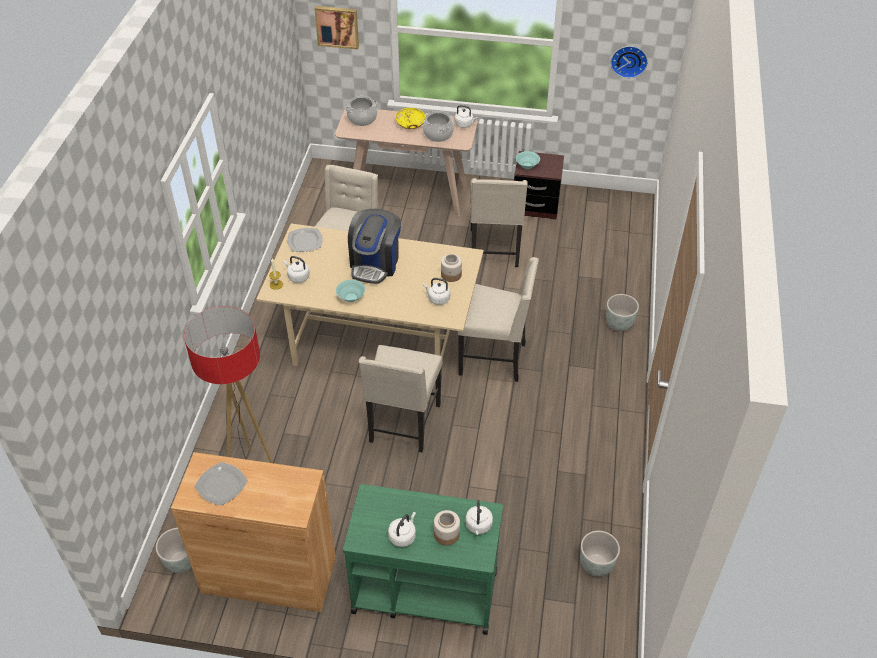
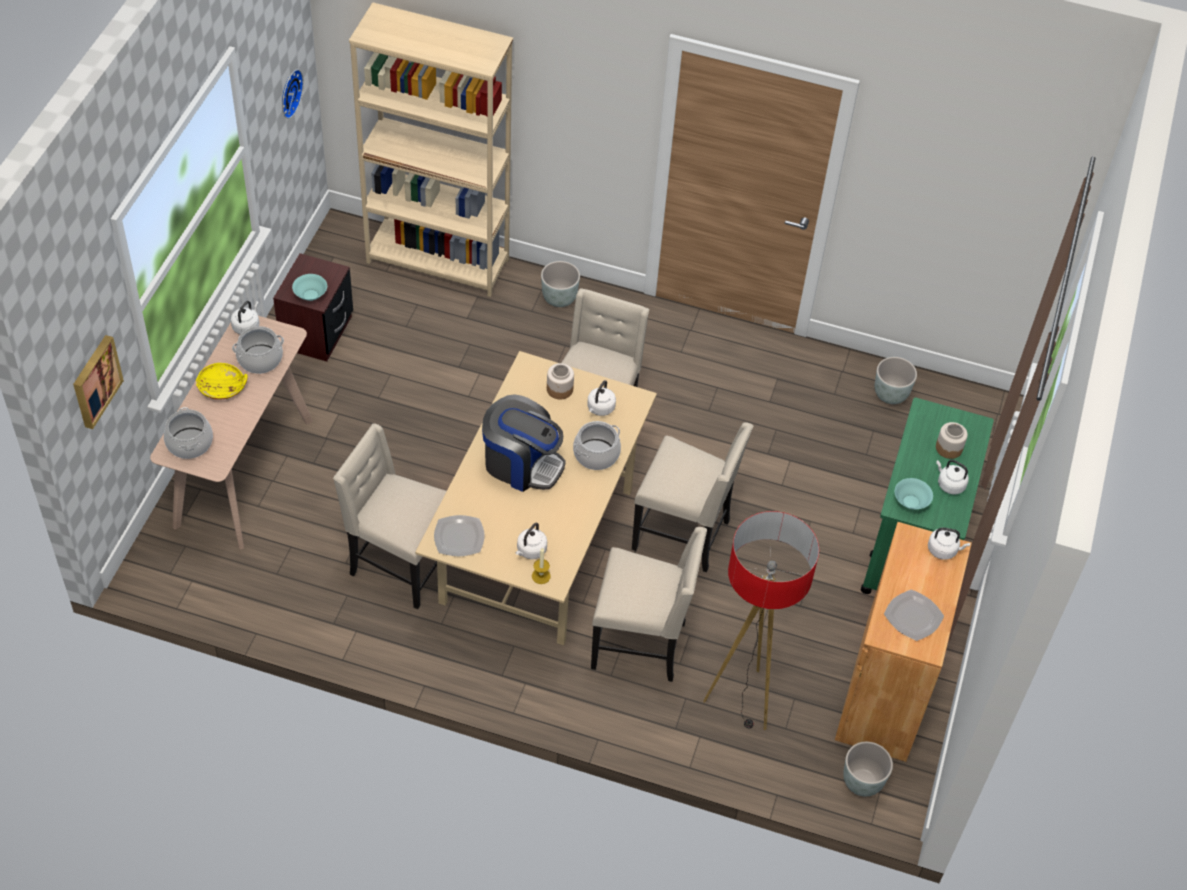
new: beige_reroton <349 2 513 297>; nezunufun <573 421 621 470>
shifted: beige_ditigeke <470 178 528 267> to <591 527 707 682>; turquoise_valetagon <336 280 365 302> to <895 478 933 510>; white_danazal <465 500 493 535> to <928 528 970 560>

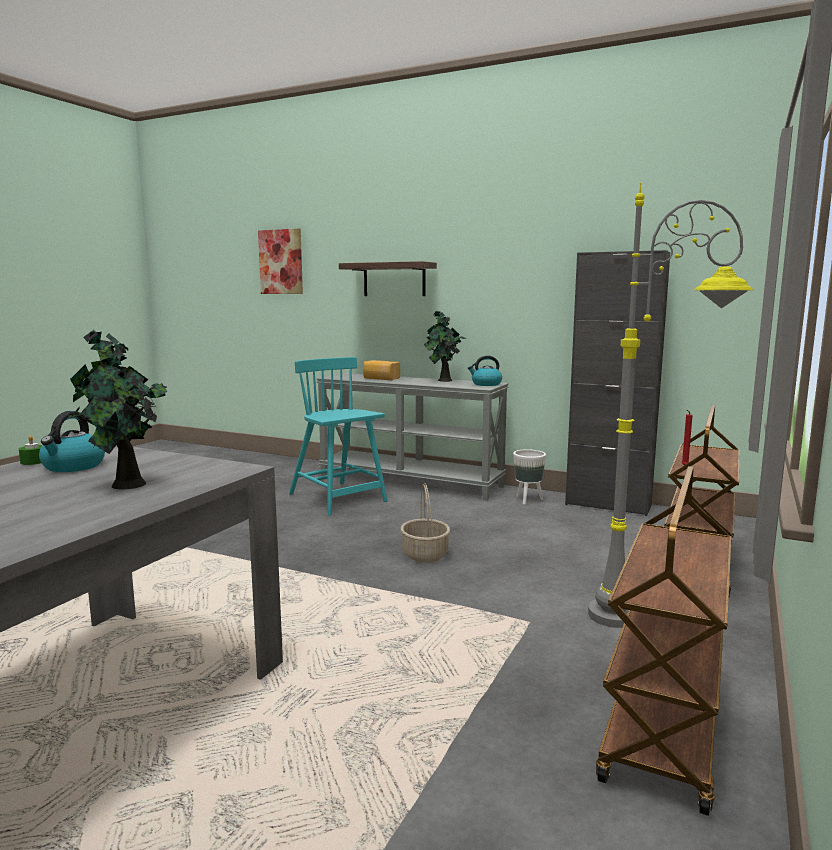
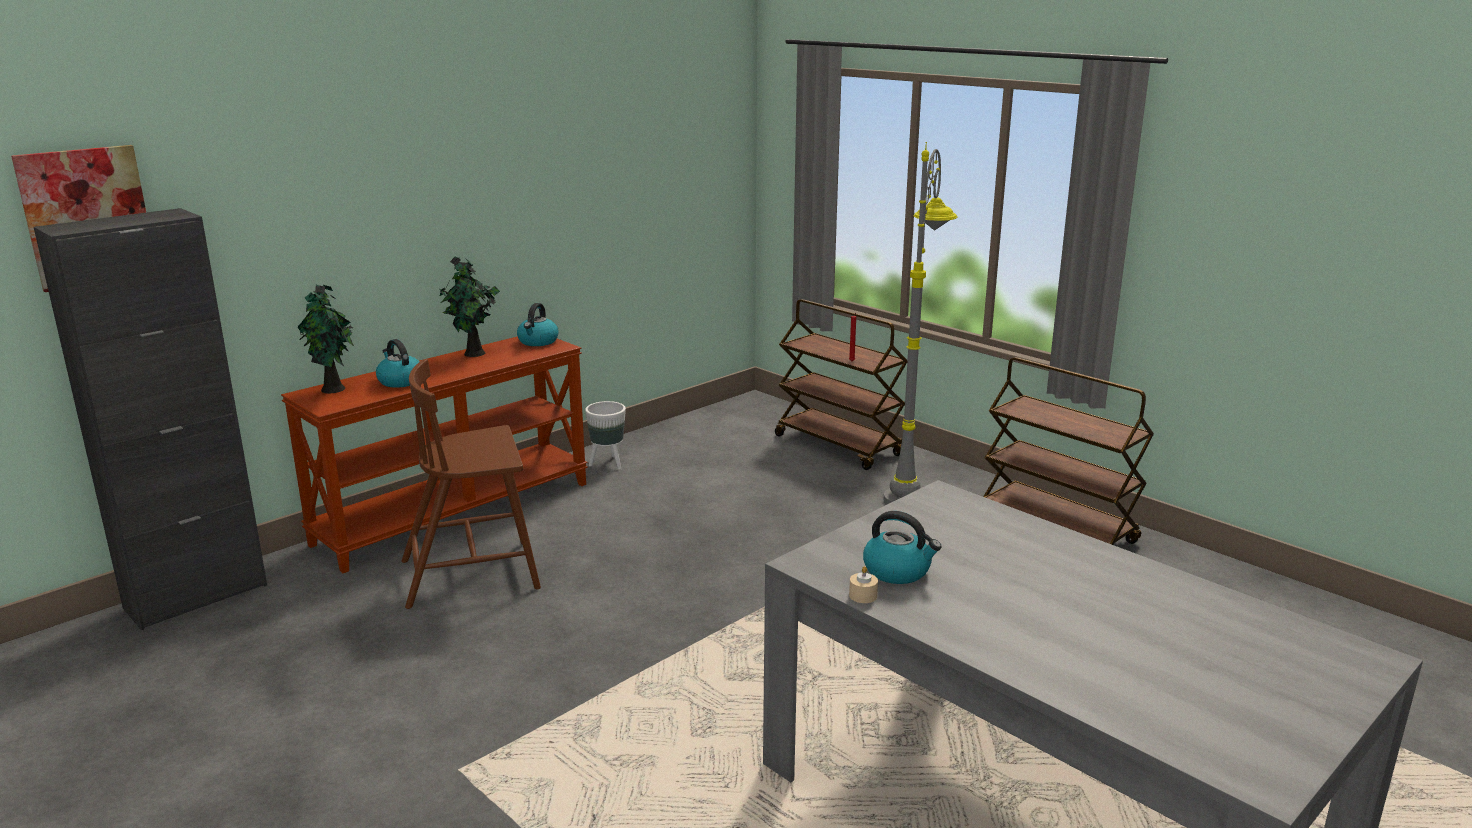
gone: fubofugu <339 261 437 296>; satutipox <401 483 450 563>
shifted: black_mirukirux <565 250 670 516> to <34 208 267 630>; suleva <69 330 167 490> to <298 285 354 393>
swapped: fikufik <363 360 400 380> to danazal <376 339 419 388>
repainted: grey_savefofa <316 373 509 501> to brown_savefofa <281 336 588 573>; turquoise_ditigeke <289 357 388 515> to brown_ditigeke <401 359 541 609>; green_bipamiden <19 435 42 465> to beige_bipamiden <849 566 878 603>

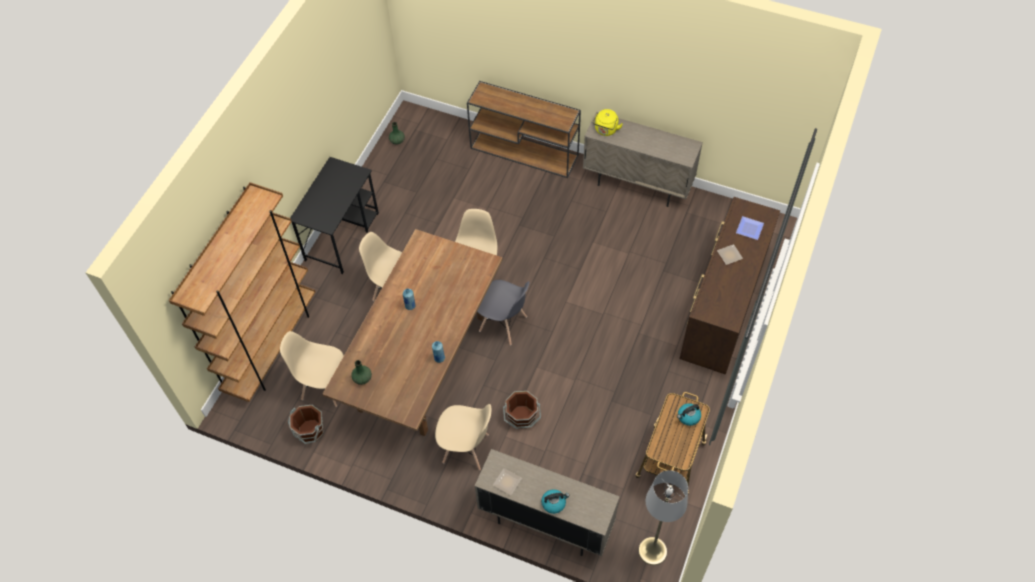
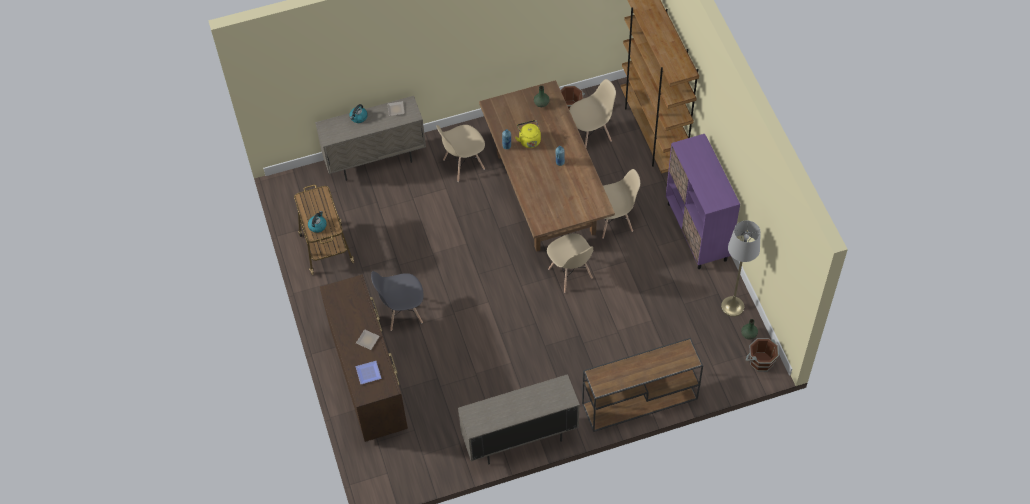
shifted: grey_ditigeke <477 280 530 345> to <371 271 424 331>; yellow_danazal <593 109 623 136> to <515 120 541 148>; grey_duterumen <638 470 688 565> to <721 221 761 317>; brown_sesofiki <503 391 541 429> to <746 338 779 372>
swapped: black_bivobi <290 157 379 274> to purple_mirukirux <666 134 740 269>

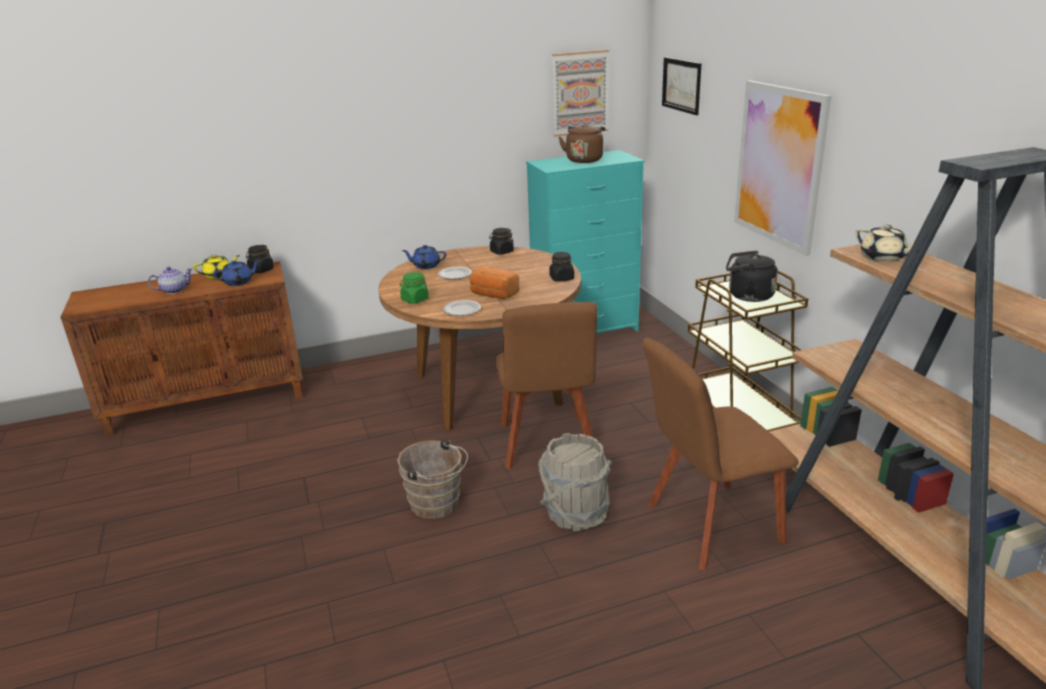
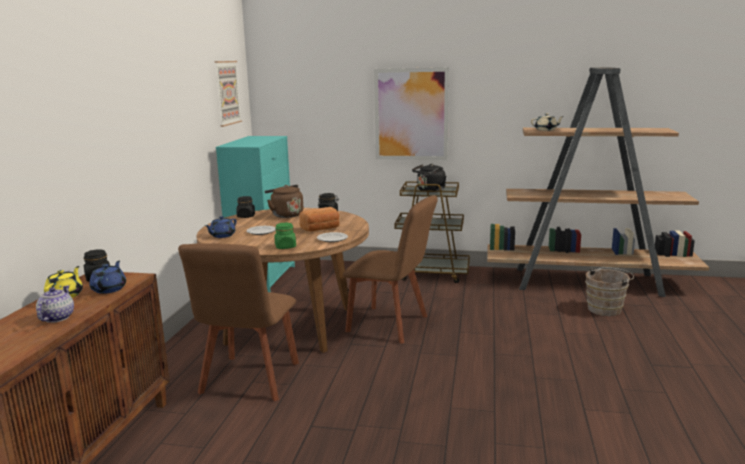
gone: grey_sesofiki <538 433 612 531>; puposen <662 57 701 115>
shifted: brown_ditigeke <642 337 799 571> to <178 243 299 401>; brown_danazal <559 124 605 163> to <265 185 303 218>; brown_sesofiki <397 439 468 519> to <585 267 634 316>

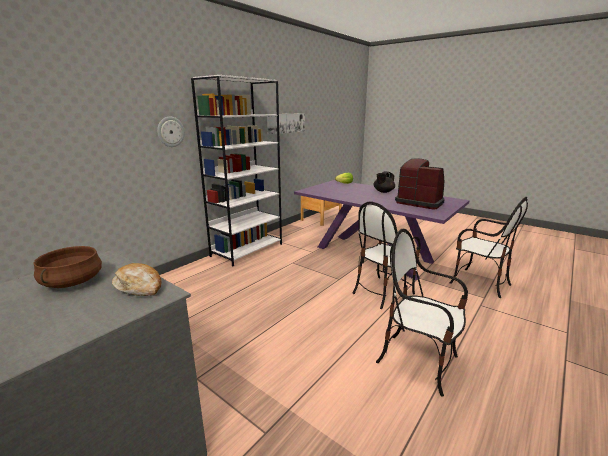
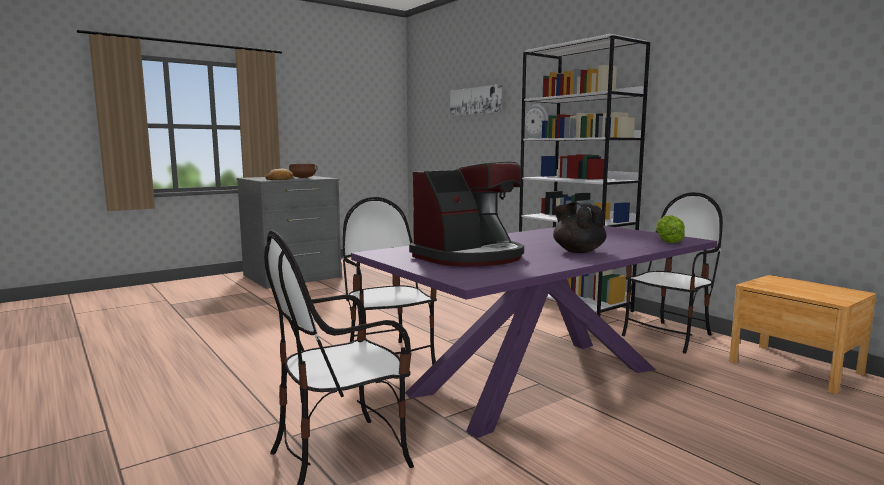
shifted: puposen <267 113 305 135> to <450 84 502 116>; ditigeke <376 229 468 397> to <622 192 723 354>

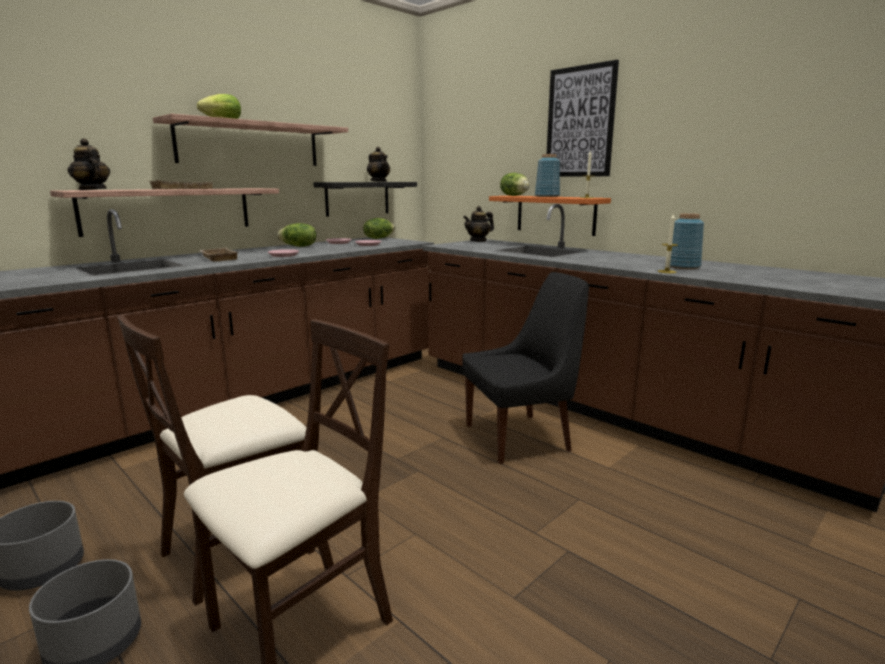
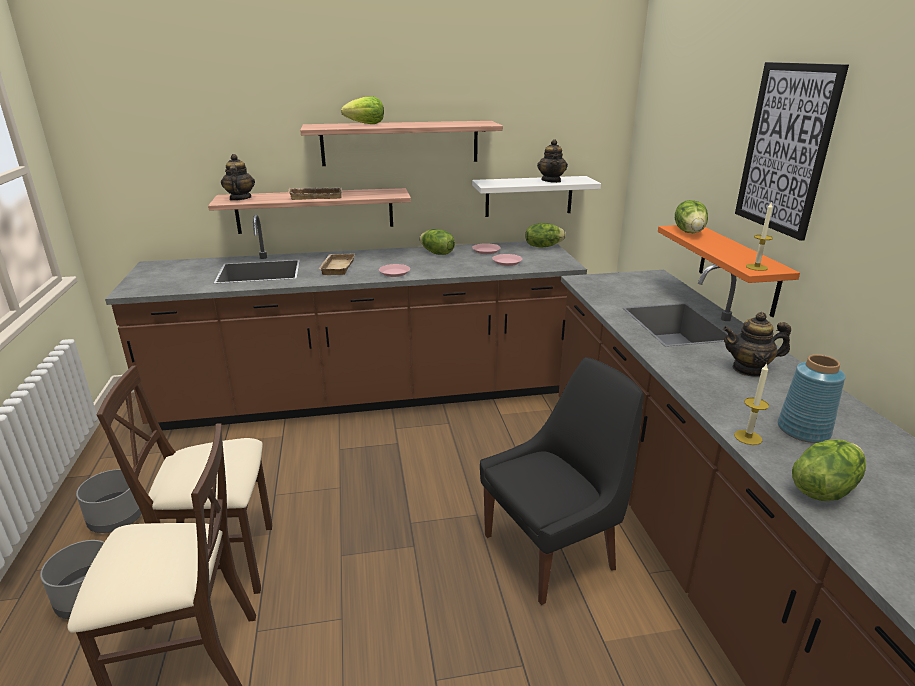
gone: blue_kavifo <535 154 560 197>
new: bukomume <792 439 866 501>
shifted: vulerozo <463 206 494 242> to <723 312 791 377>
repainted: black_fubofugu <314 182 417 217> to white_fubofugu <472 176 601 217>
rotated: black_ditigeke <463 272 589 464> = <480 357 644 605> 45 degrees counterclockwise

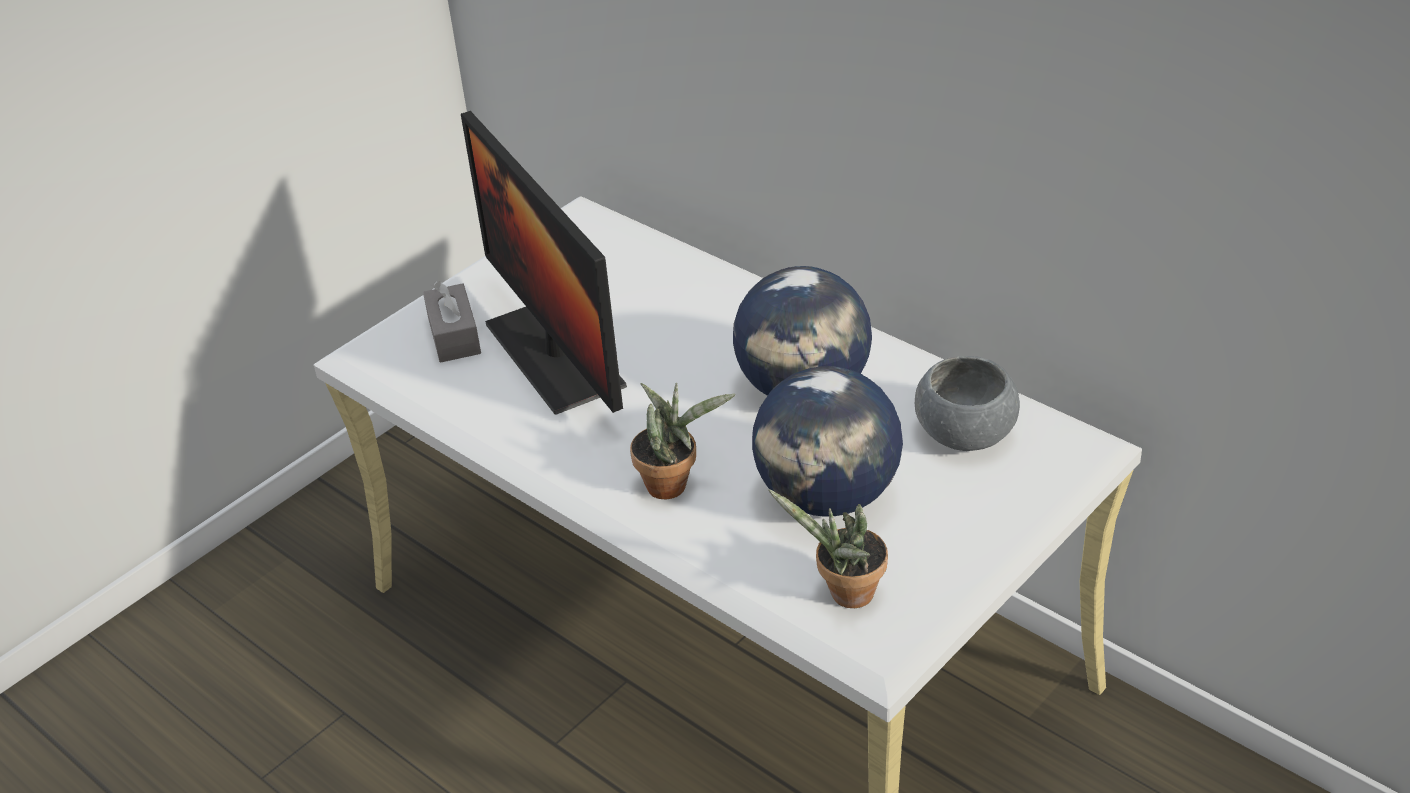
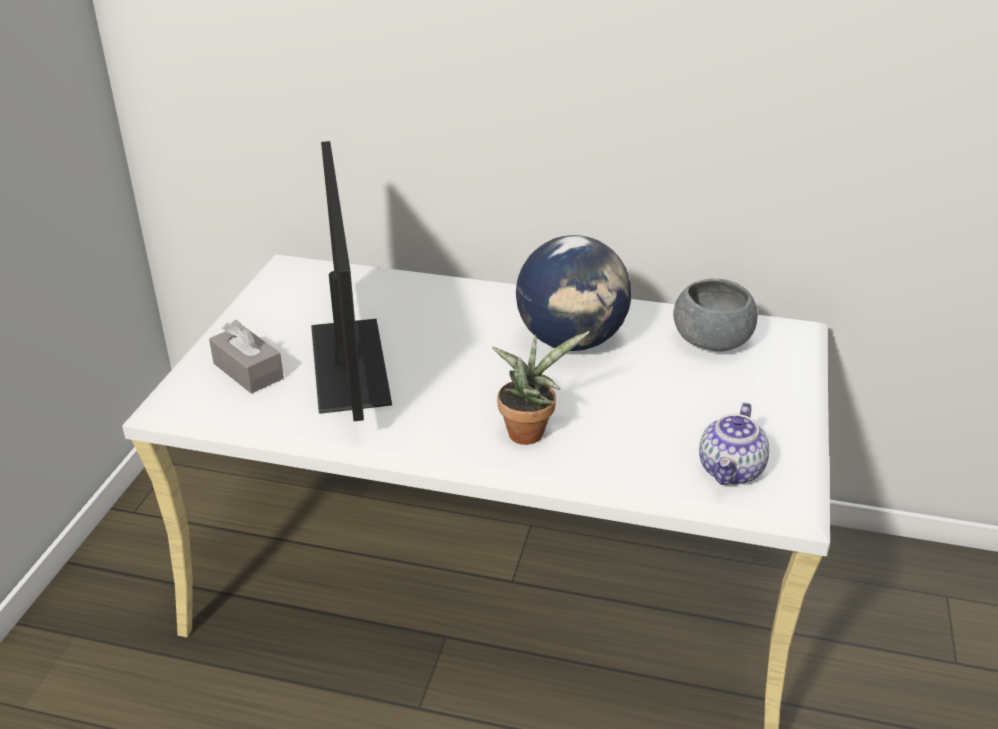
gone: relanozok <752 366 903 517>
swapped: suleva <768 489 888 608> to vulerozo <699 402 770 485>
rotated: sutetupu <461 111 627 415> = <311 141 392 421> 135 degrees counterclockwise

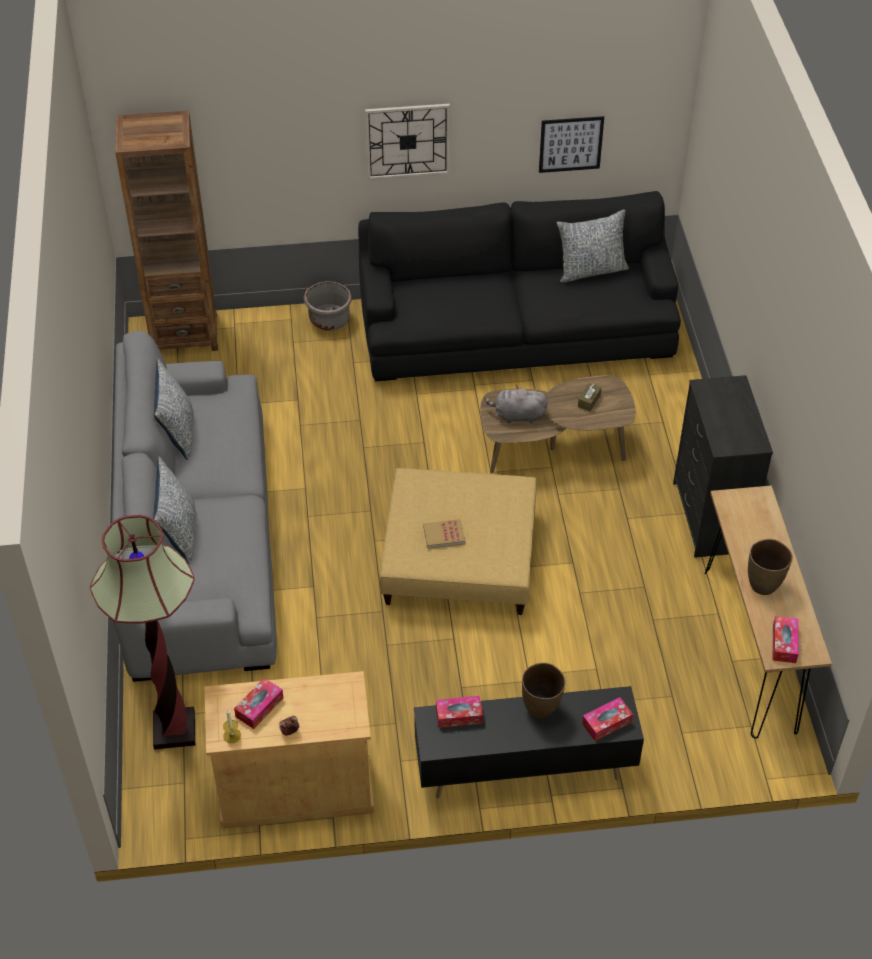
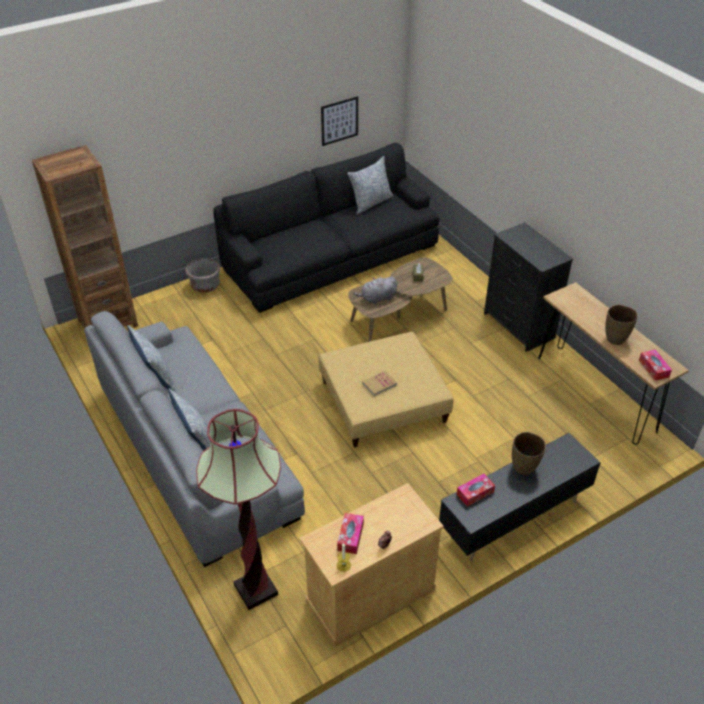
gone: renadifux <365 104 450 180>; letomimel <582 697 633 741>

